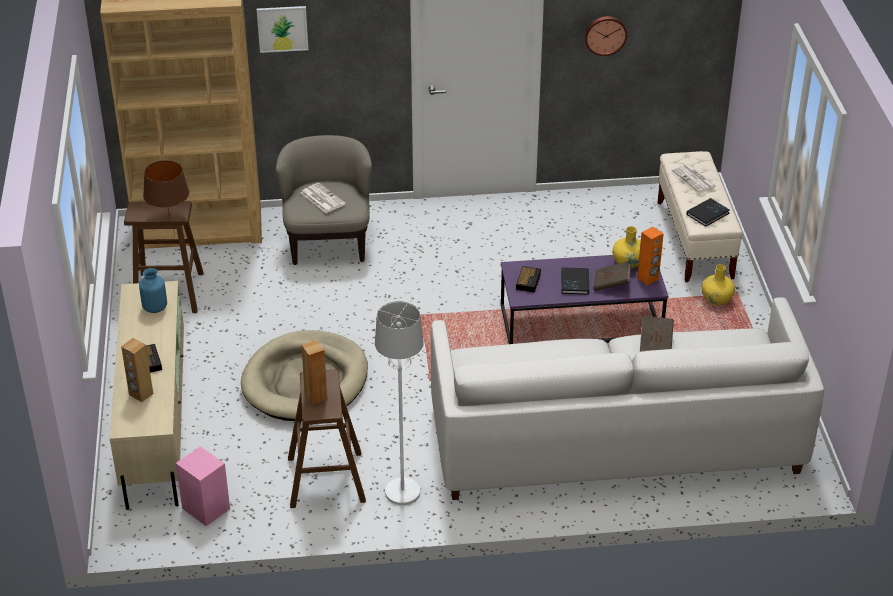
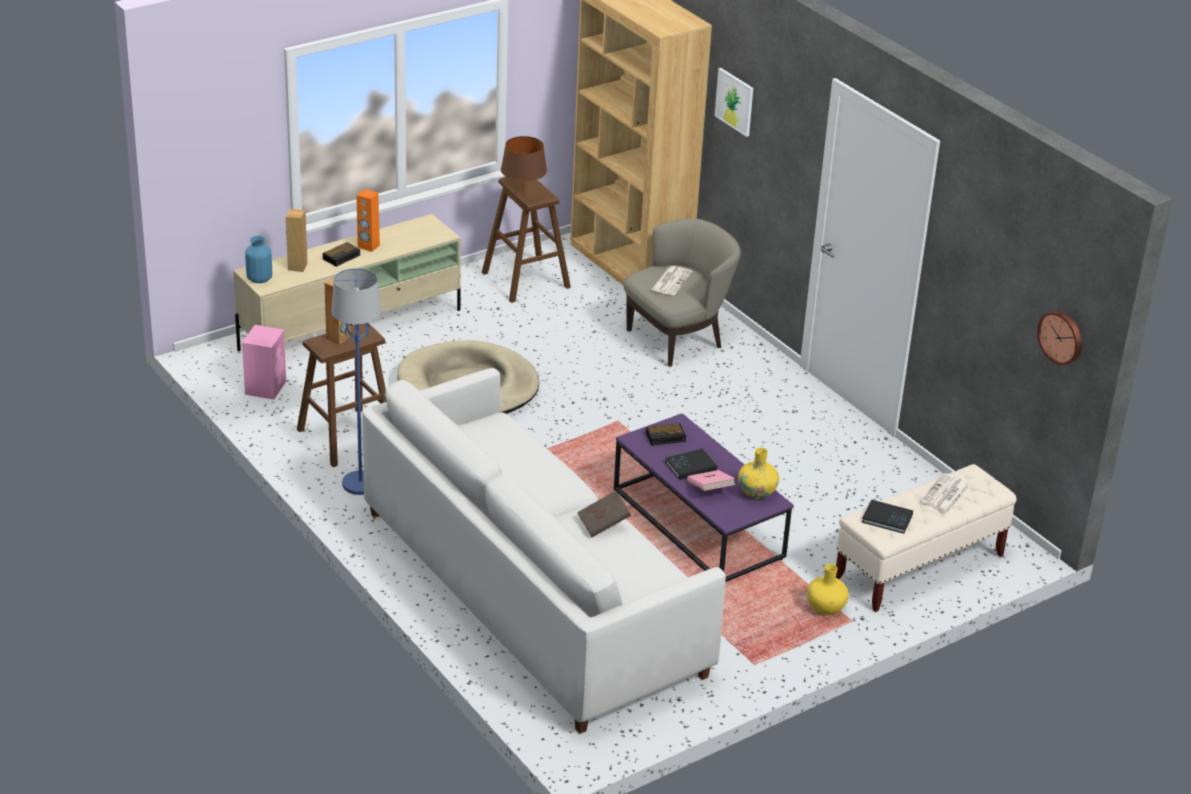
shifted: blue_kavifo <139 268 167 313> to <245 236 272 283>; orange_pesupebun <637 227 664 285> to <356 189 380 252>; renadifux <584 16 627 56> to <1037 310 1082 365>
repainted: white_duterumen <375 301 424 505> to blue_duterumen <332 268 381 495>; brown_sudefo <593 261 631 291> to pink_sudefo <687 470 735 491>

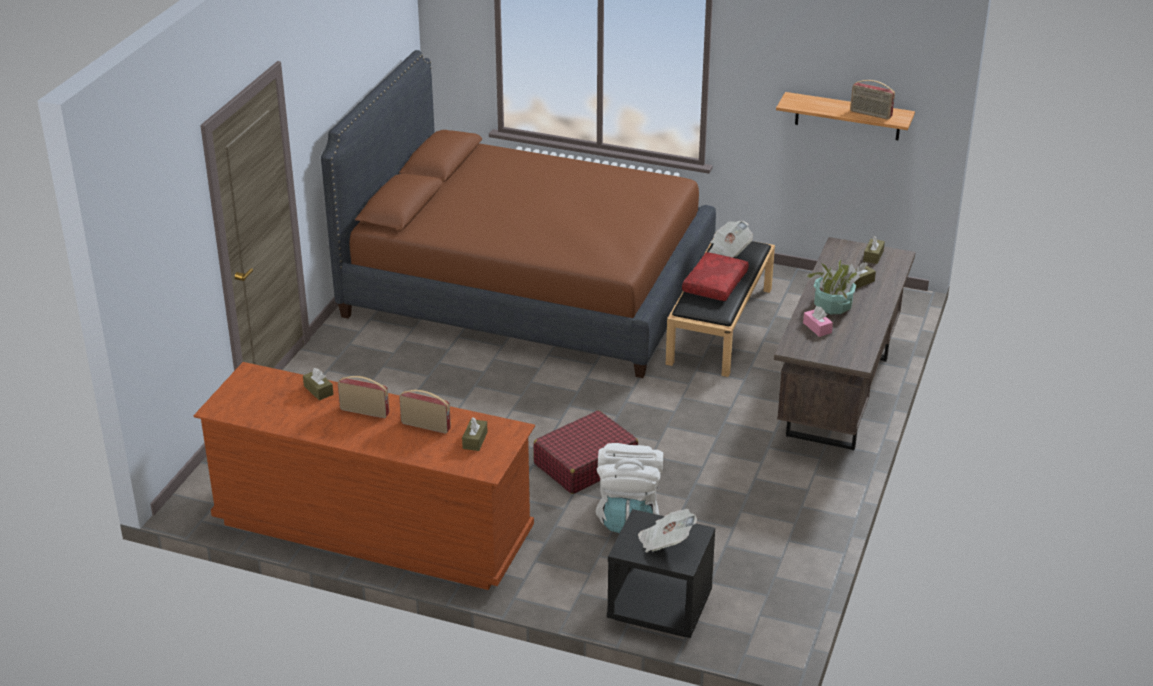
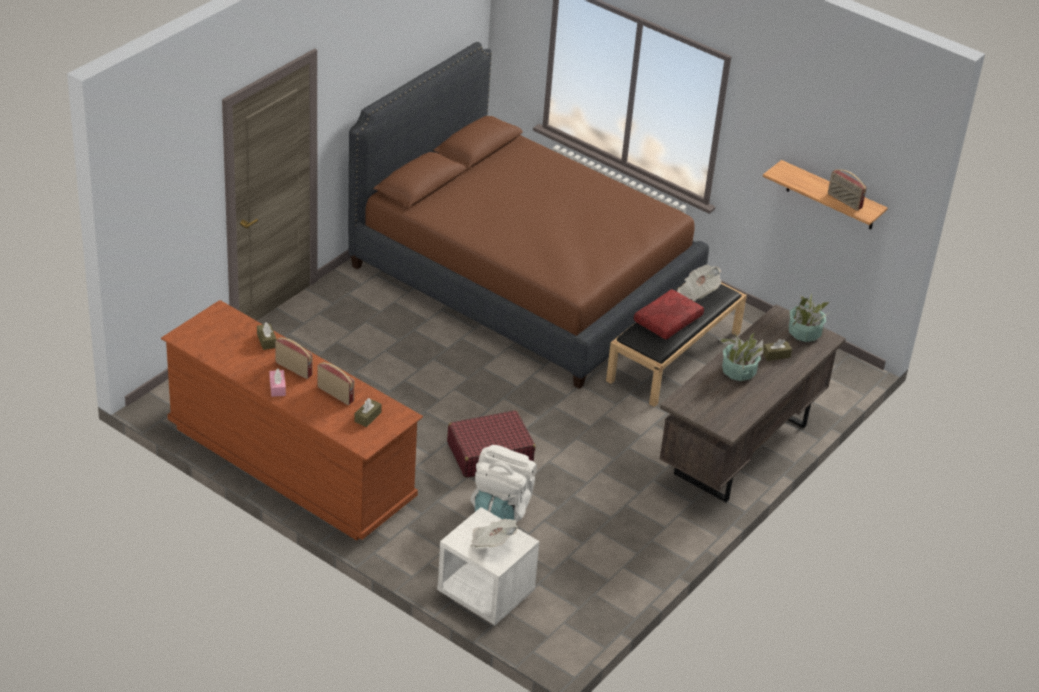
shifted: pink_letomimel <803 306 833 337> to <270 368 286 397>
swapped: brown_letomimel <863 236 885 264> to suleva <789 294 830 342>
repainted: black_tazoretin <607 509 715 638> to white_tazoretin <437 507 539 625>

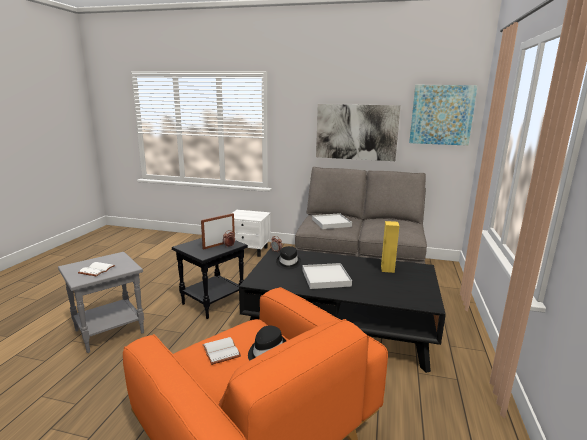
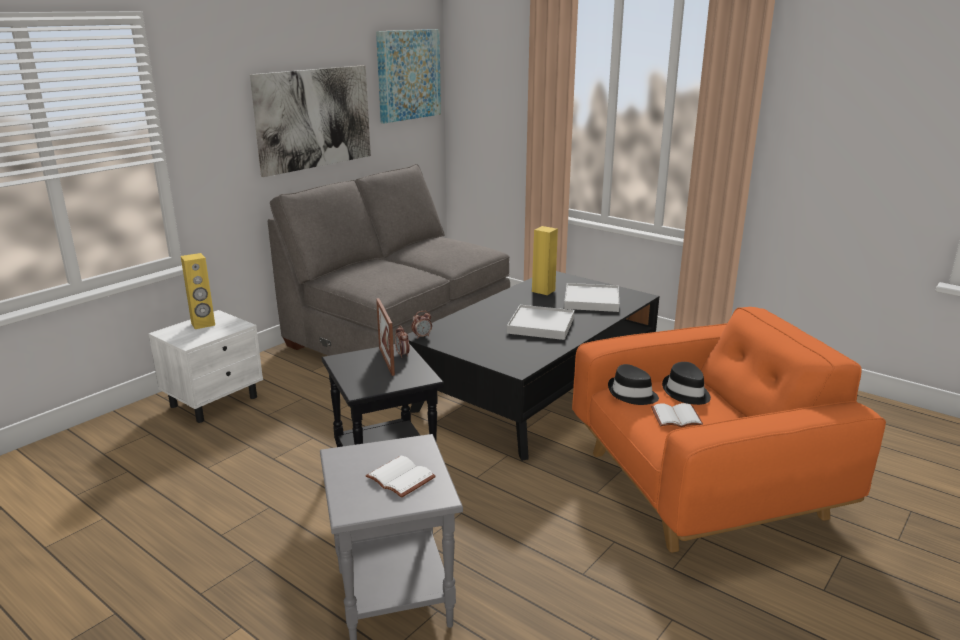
new: yellow_pesupebun <181 253 215 329>
shifted: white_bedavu <312 213 352 229> to <564 283 619 312>; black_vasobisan <276 246 301 269> to <608 364 659 405>

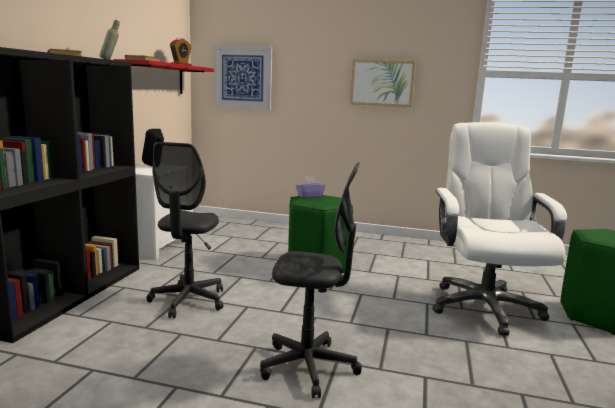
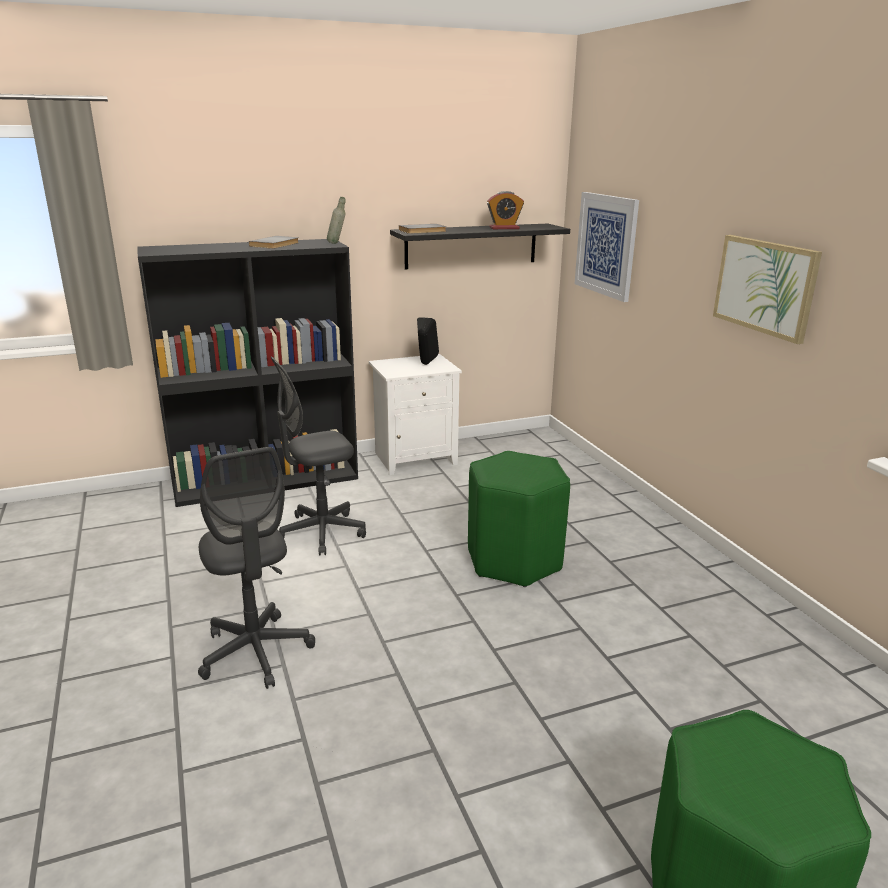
gone: purple_letomimel <296 176 325 198>; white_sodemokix <432 122 567 336>
repainted: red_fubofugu <113 59 214 94> to black_fubofugu <390 224 570 269>

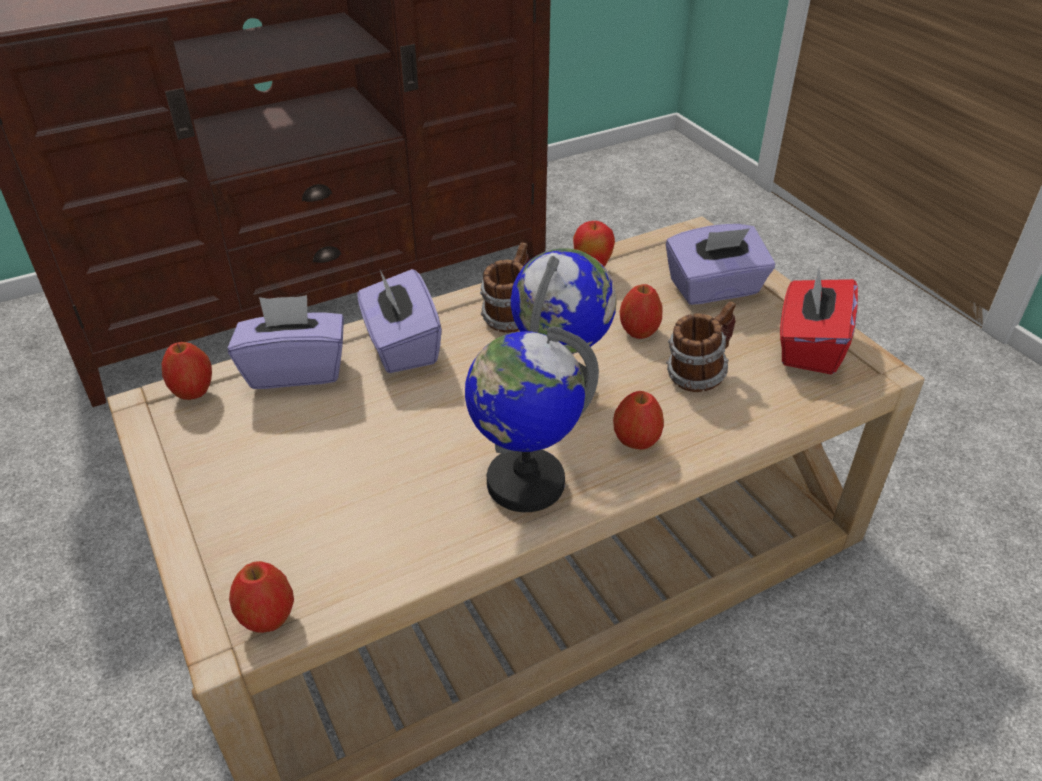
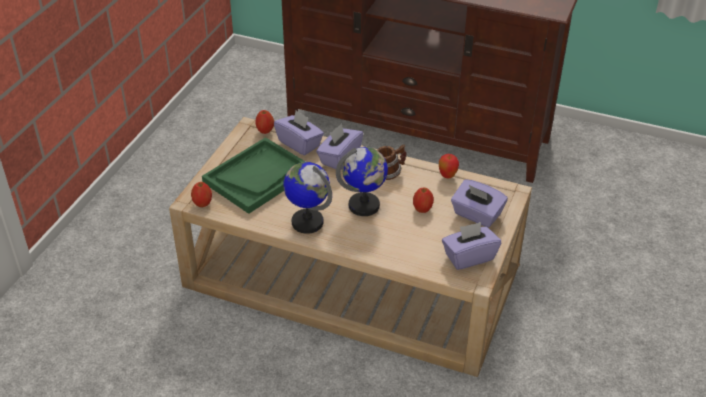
gone: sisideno <613 391 664 450>; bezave <666 301 736 392>
new: green_bedavu <202 137 305 214>
repainted: red_letomimel <780 268 858 374> to purple_letomimel <442 222 501 270>

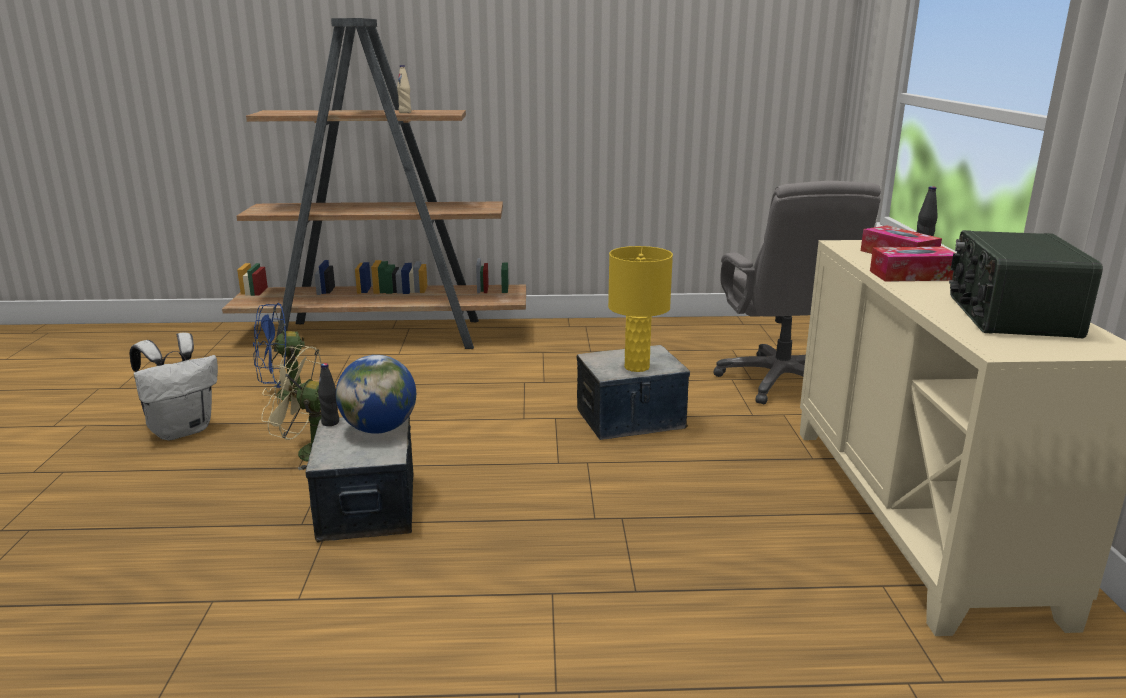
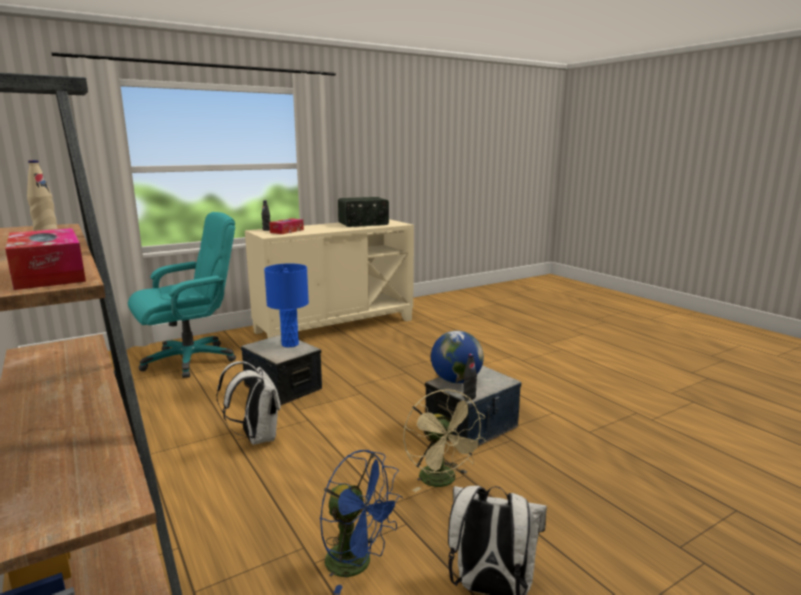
new: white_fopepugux <216 361 280 445>
shifted: letomimel <870 247 954 282> to <5 228 86 290>
repainted: grey_sodemokix <713 181 881 404> to turquoise_sodemokix <128 212 236 378>; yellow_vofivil <608 246 673 372> to blue_vofivil <264 263 309 347>

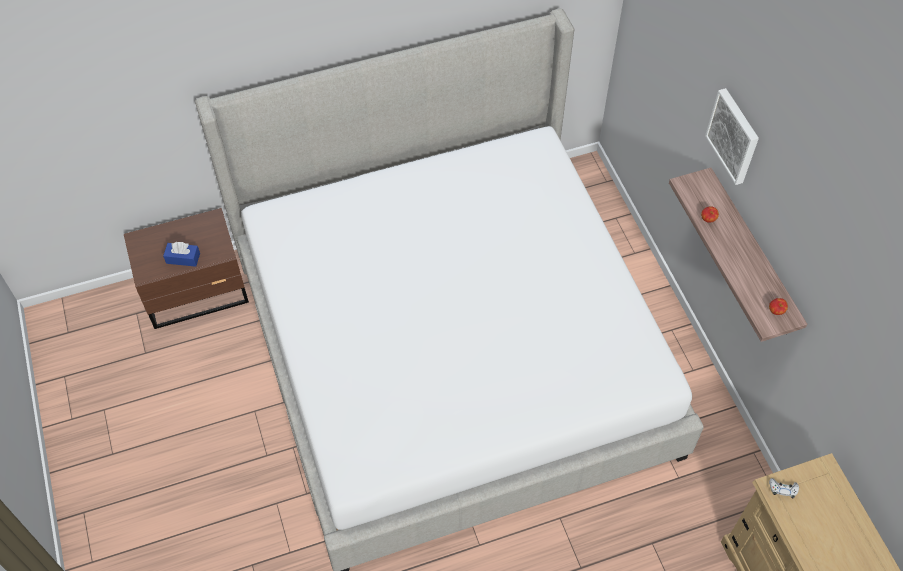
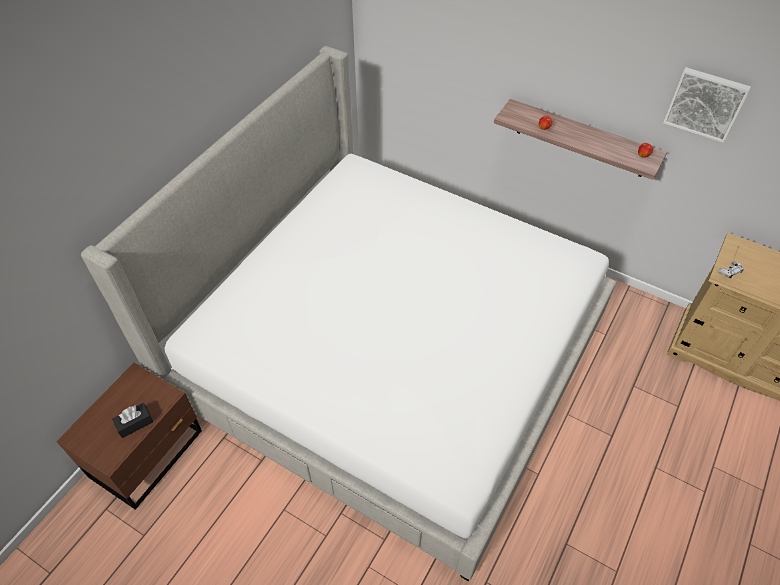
shifted: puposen <705 88 759 185> to <663 67 751 143>
repainted: blue_letomimel <163 242 200 267> to black_letomimel <112 403 153 438>

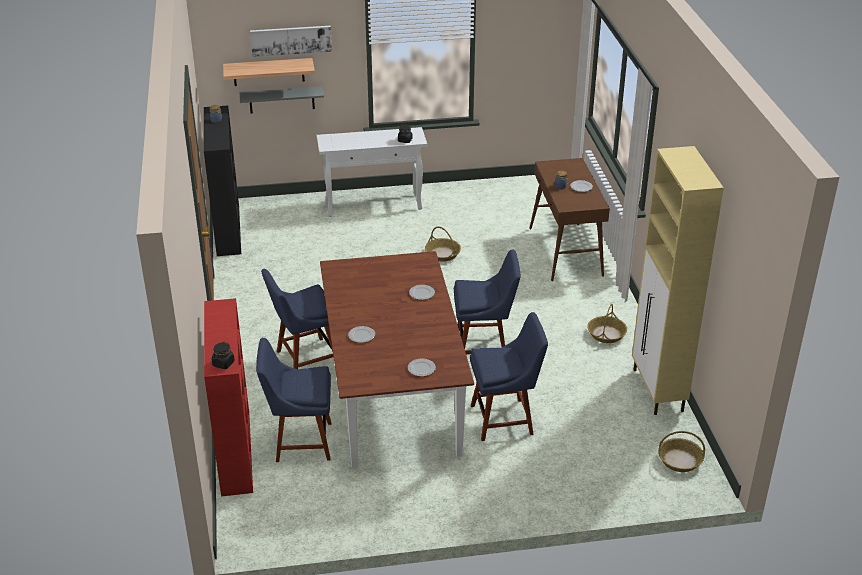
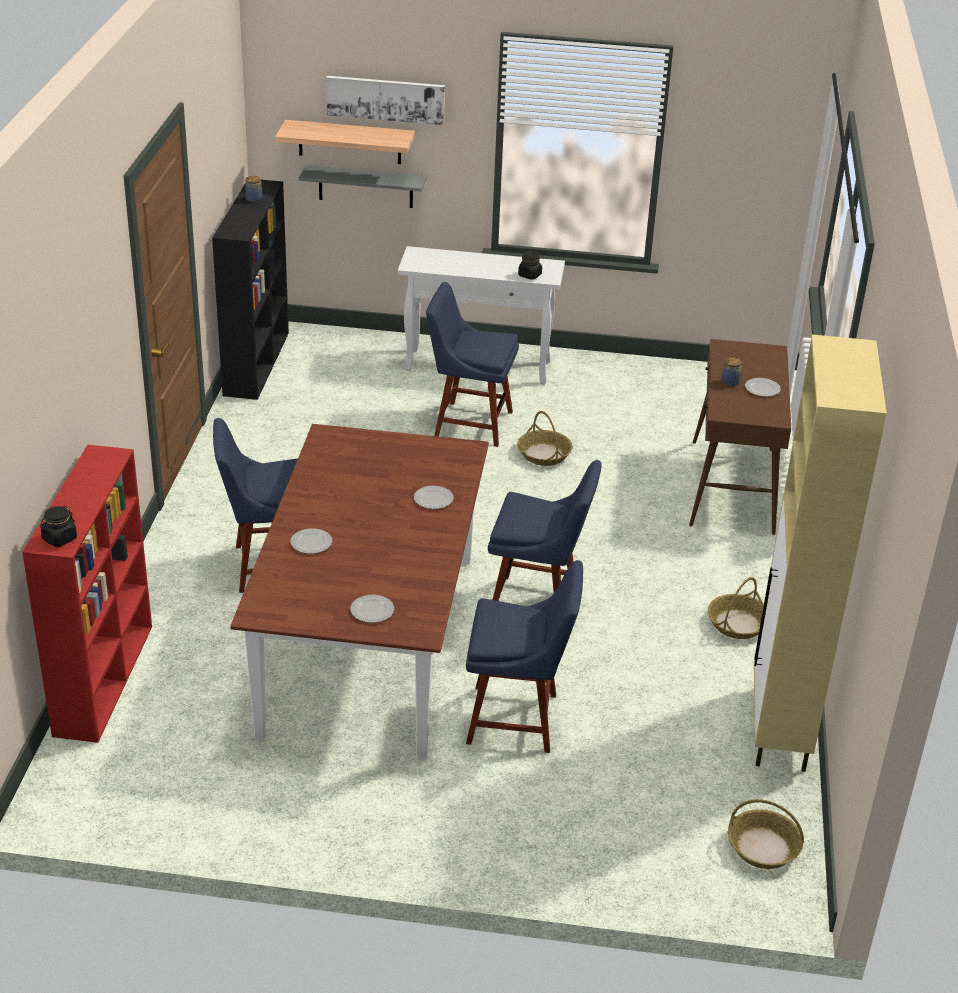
shifted: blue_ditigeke <256 338 331 462> to <426 282 519 447>

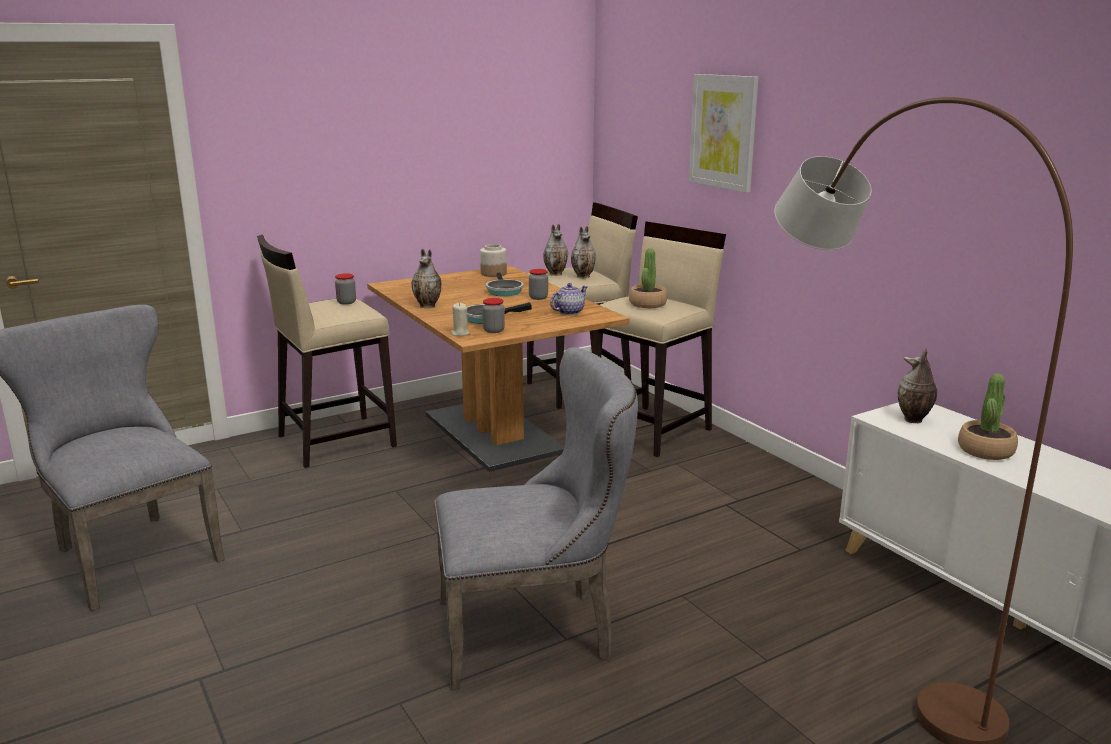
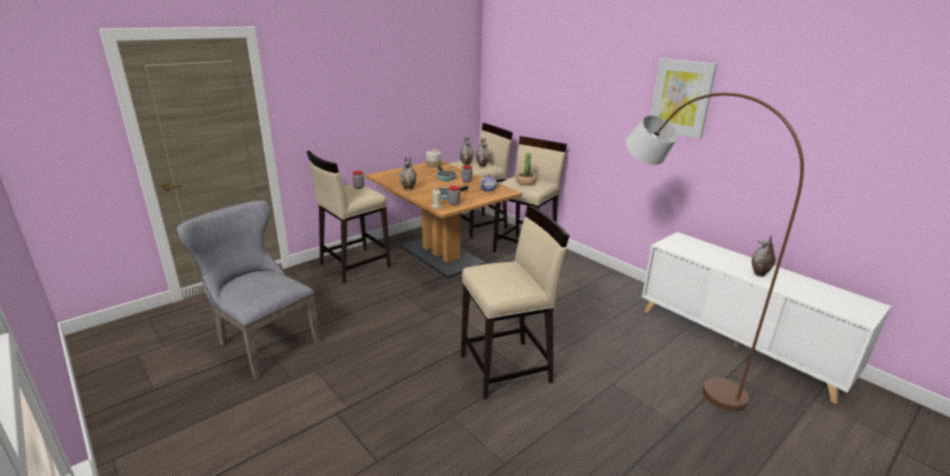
gone: suleva <958 374 1018 460>
shifted: puposen <689 74 759 193> to <650 58 717 139>; kavifo <898 348 937 423> to <751 236 776 277>
swapped: grey_ditigeke <434 347 638 690> to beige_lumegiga <461 205 569 399>

